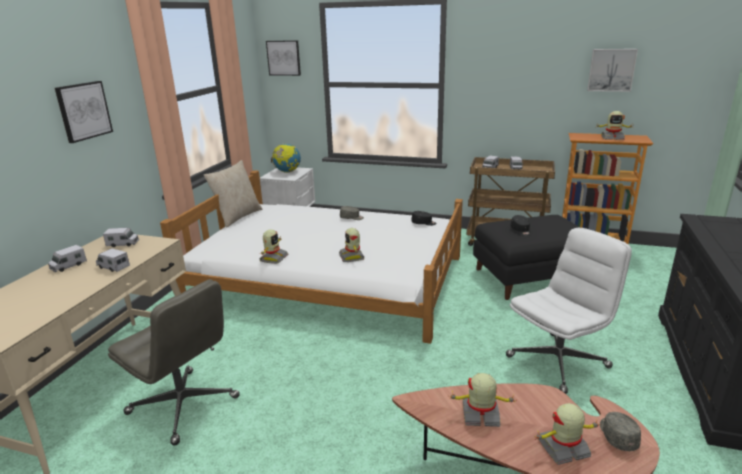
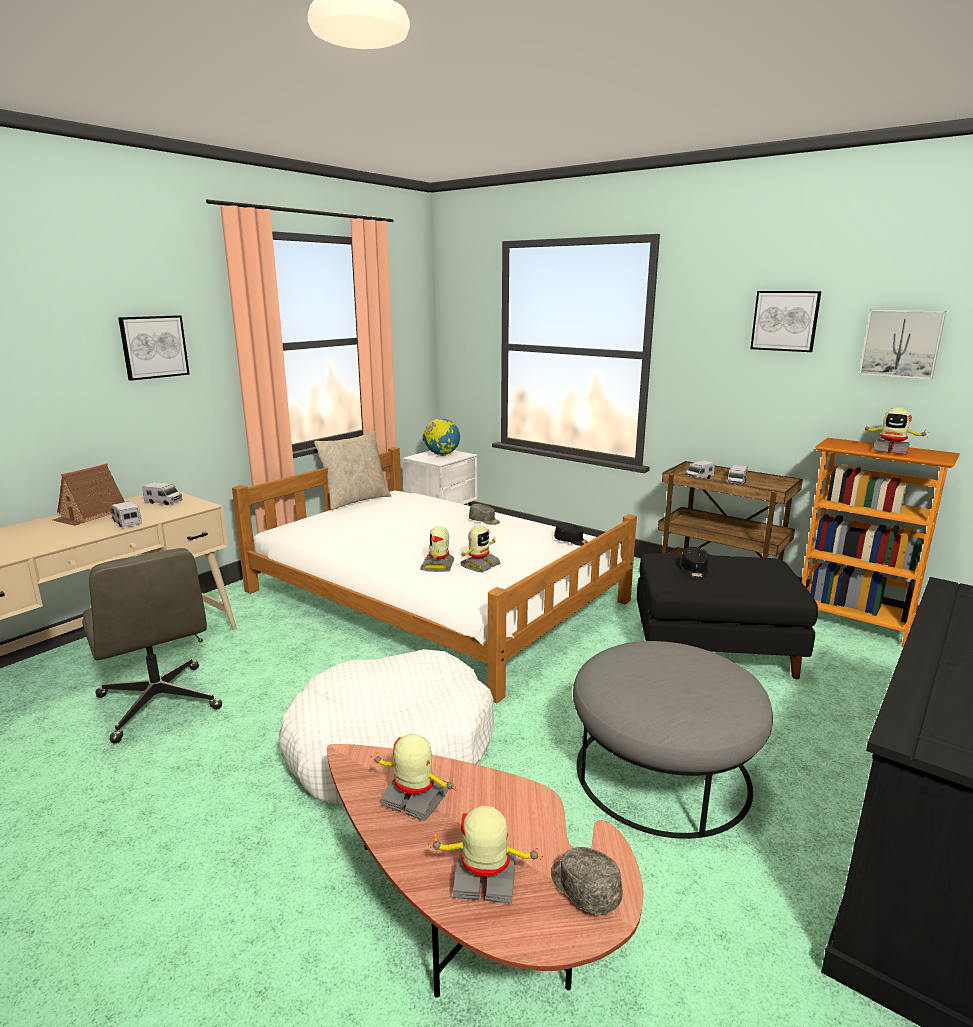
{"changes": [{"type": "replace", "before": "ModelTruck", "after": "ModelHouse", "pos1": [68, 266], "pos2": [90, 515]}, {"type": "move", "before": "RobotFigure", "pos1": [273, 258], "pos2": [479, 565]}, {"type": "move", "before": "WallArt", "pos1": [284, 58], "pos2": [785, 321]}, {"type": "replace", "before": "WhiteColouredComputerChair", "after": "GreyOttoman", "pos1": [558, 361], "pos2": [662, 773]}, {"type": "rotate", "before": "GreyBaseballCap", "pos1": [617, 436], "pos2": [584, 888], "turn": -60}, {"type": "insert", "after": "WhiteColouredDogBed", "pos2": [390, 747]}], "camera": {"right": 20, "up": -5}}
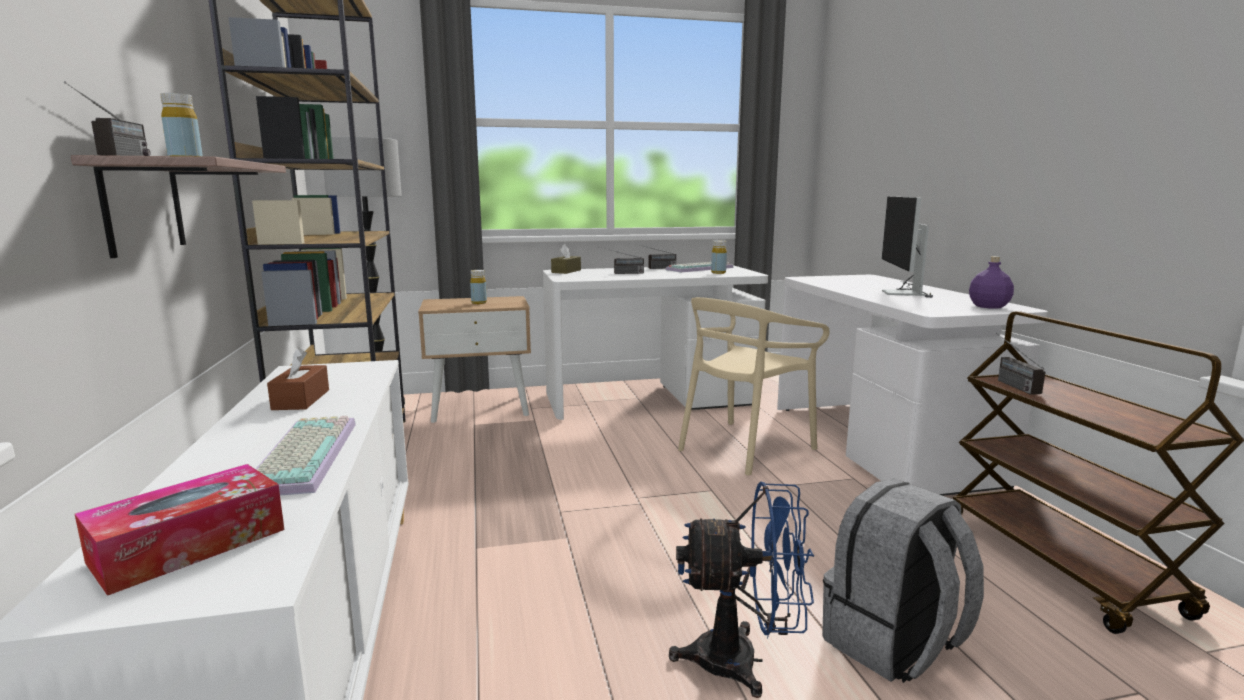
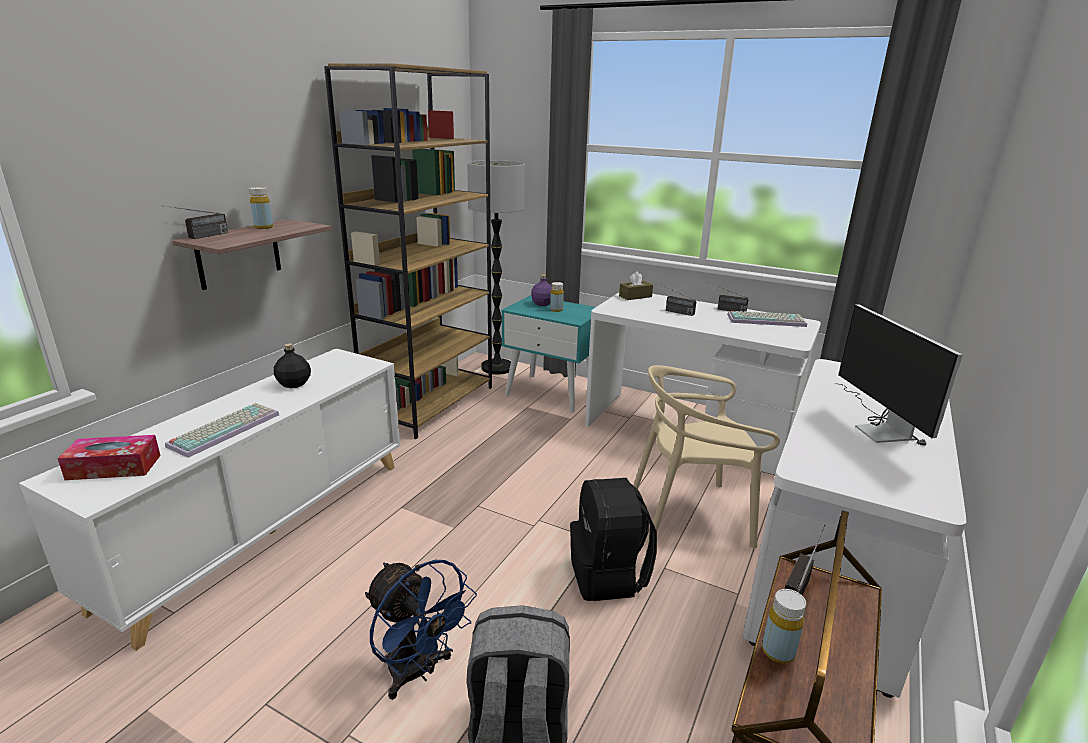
{"changes": [{"type": "replace", "before": "BrownTissueBox", "after": "BlackBeverageBottle", "pos1": [301, 400], "pos2": [294, 384]}, {"type": "recolor", "before": "BeigeColouredNightTable", "after": "TurquoiseColouredNightTable", "pos1": [480, 407], "pos2": [551, 393]}, {"type": "move", "before": "YellowColouredBeverageBottle", "pos1": [718, 273], "pos2": [778, 652]}, {"type": "rotate", "before": "Monitor", "pos1": [903, 292], "pos2": [878, 426], "turn": -60}, {"type": "move", "before": "PurpleColouredBeverageBottle", "pos1": [989, 306], "pos2": [542, 304]}, {"type": "insert", "after": "BlackKnapsack", "pos2": [609, 576]}], "camera": {"right": 40, "up": 10}}
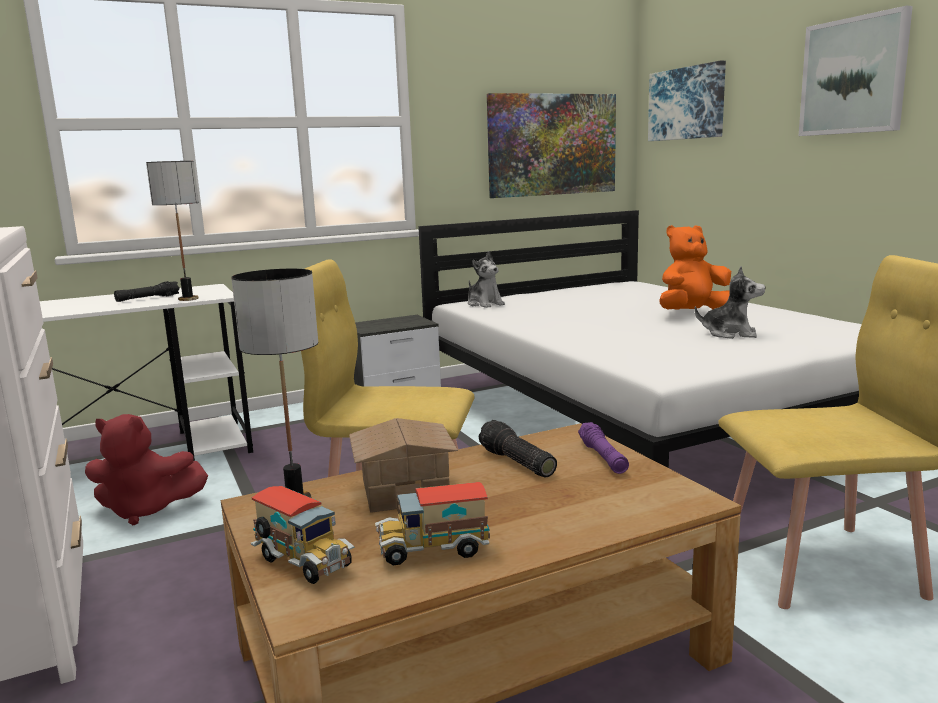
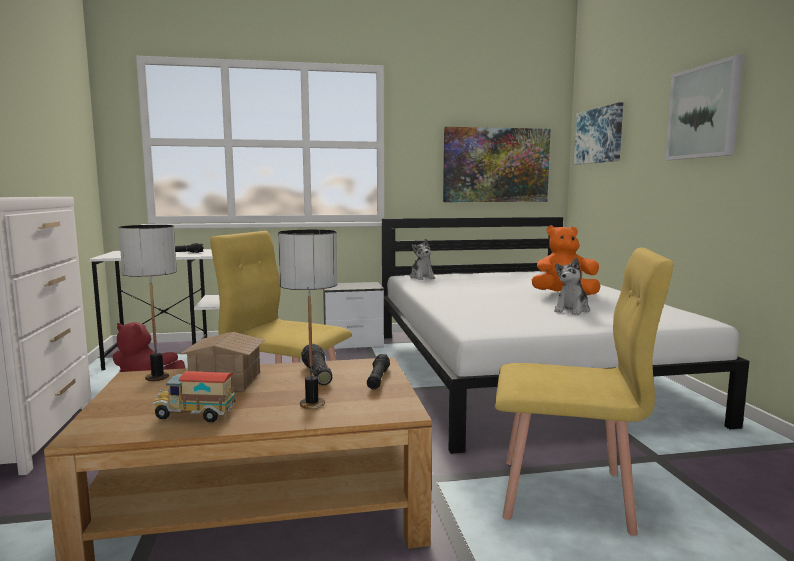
{"changes": [{"type": "move", "before": "TabletopLamp", "pos1": [188, 299], "pos2": [312, 404]}, {"type": "delete", "before": "ModelTruck", "pos1": [302, 563]}, {"type": "recolor", "before": "PurpleColouredTorch", "after": "BlackTorch", "pos1": [603, 457], "pos2": [378, 379]}, {"type": "rotate", "before": "SoftToy", "pos1": [730, 334], "pos2": [572, 310], "turn": 90}], "camera": {"right": 15, "up": -5}}
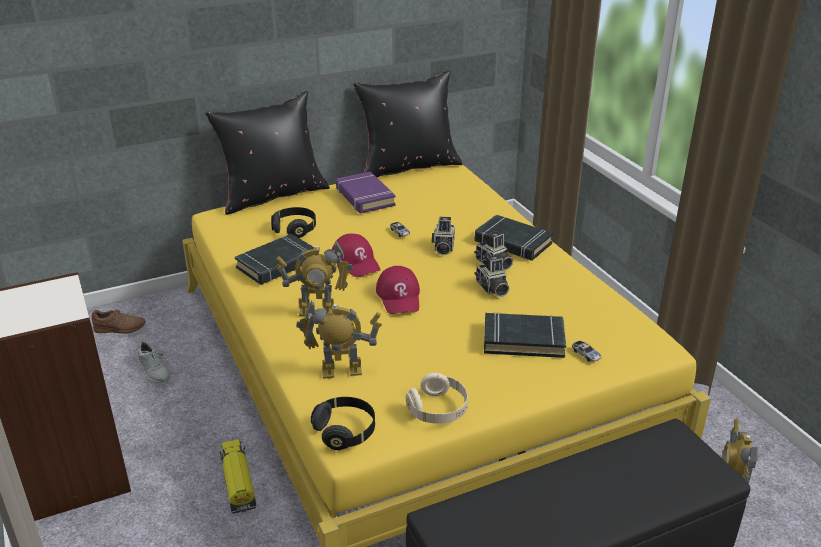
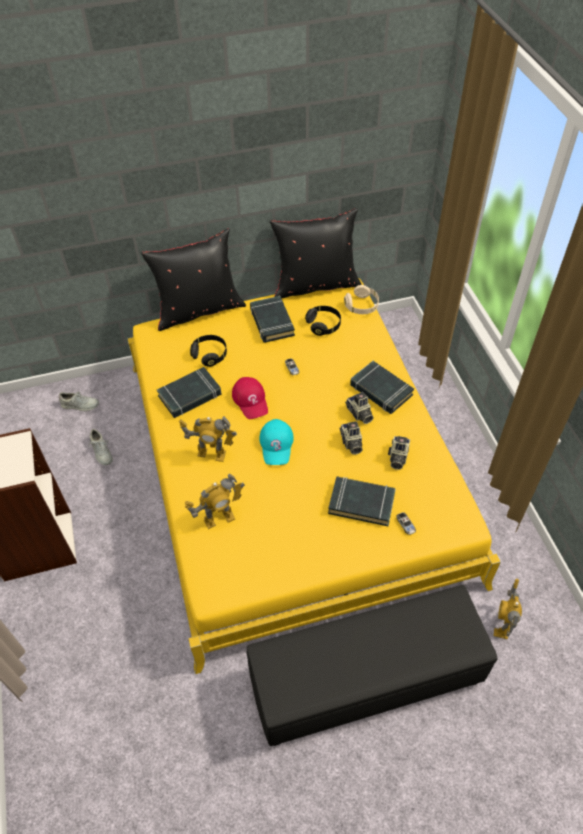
{"changes": [{"type": "recolor", "before": "BrownShoe", "after": "GreyShoe", "pos1": [120, 328], "pos2": [80, 405]}, {"type": "delete", "before": "ModelTruck", "pos1": [238, 482]}, {"type": "rotate", "before": "RobotFigure", "pos1": [341, 371], "pos2": [219, 519], "turn": 150}, {"type": "move", "before": "BlackHeadphones", "pos1": [345, 431], "pos2": [323, 325]}, {"type": "recolor", "before": "PurpleColouredBook", "after": "BlackBook", "pos1": [364, 197], "pos2": [271, 322]}, {"type": "recolor", "before": "RedColouredBaseballCap", "after": "TurquoiseColouredBaseballCap", "pos1": [399, 296], "pos2": [276, 444]}, {"type": "move", "before": "BeigeColouredHeadphones", "pos1": [438, 410], "pos2": [361, 306]}, {"type": "move", "before": "StillCamera", "pos1": [443, 247], "pos2": [397, 457]}], "camera": {"right": 10, "up": 20}}
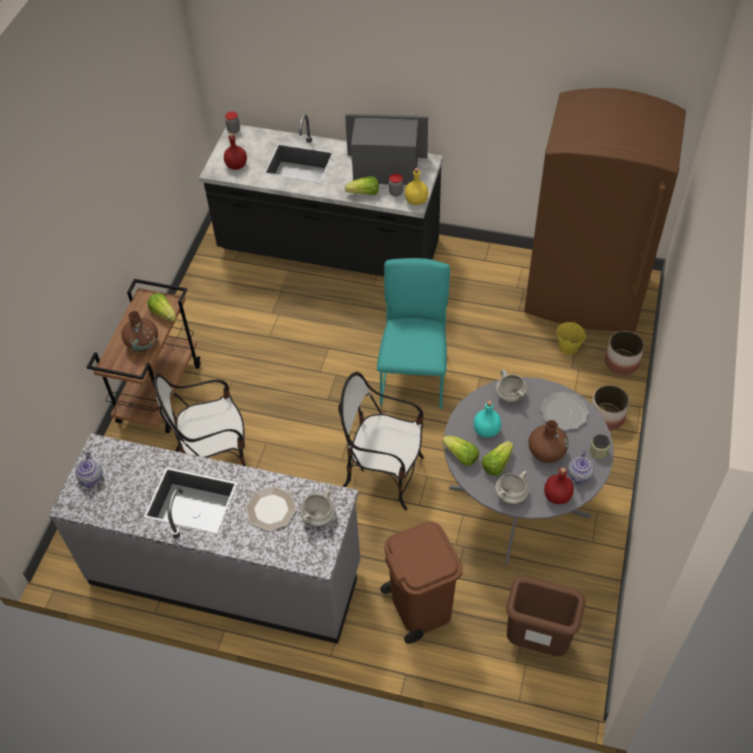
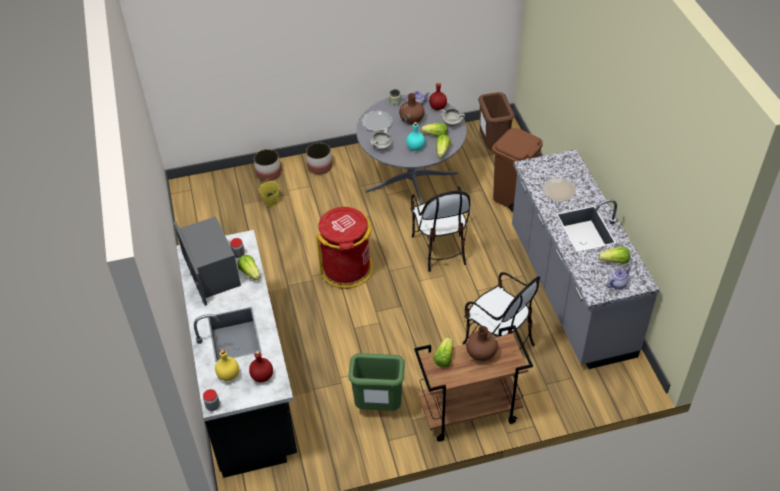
{"changes": [{"type": "delete", "before": "WhiteColouredCookingPot", "pos1": [318, 517]}, {"type": "replace", "before": "TurquoiseColouredChair", "after": "RedColouredWasteBin", "pos1": [414, 375], "pos2": [347, 268]}, {"type": "move", "before": "YellowColouredBeverageBottle", "pos1": [416, 201], "pos2": [228, 375]}, {"type": "delete", "before": "BrownFridge", "pos1": [585, 294]}, {"type": "insert", "after": "GreenColouredWasteBin", "pos2": [378, 407]}, {"type": "insert", "after": "Lettuce", "pos2": [615, 261]}], "camera": {"right": -120, "up": -5}}
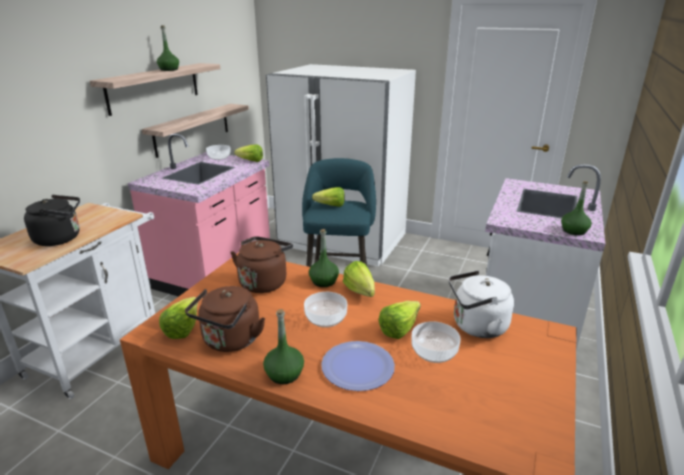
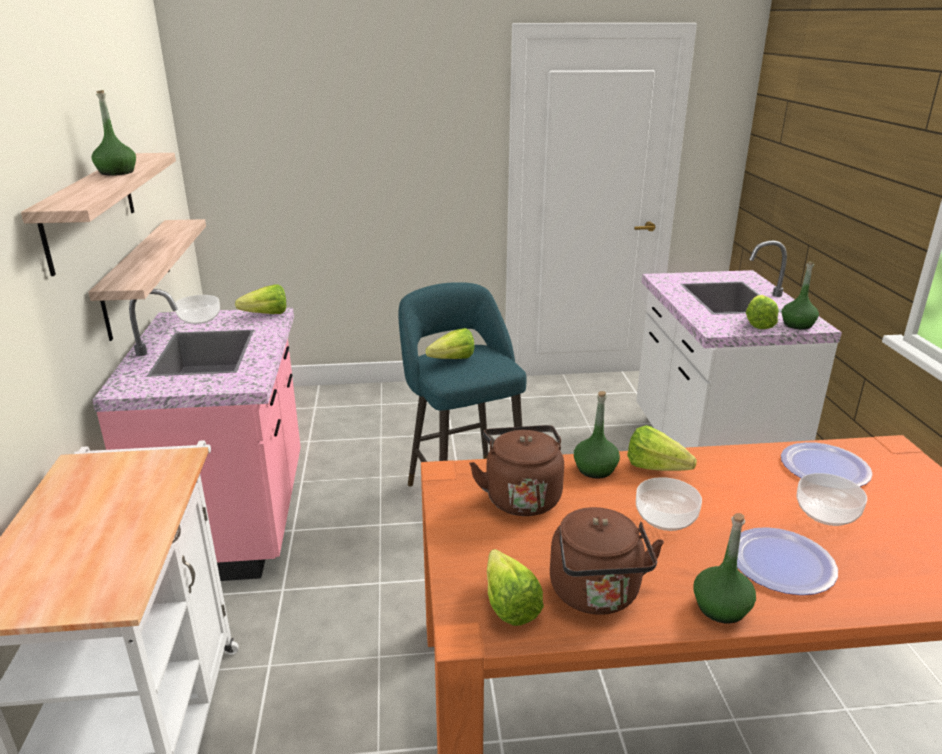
{"changes": [{"type": "delete", "before": "BlackWaterKettle", "pos1": [61, 238]}, {"type": "delete", "before": "WhiteColouredFridge", "pos1": [343, 240]}, {"type": "move", "before": "Lettuce", "pos1": [402, 328], "pos2": [759, 322]}, {"type": "replace", "before": "WhiteColouredWaterKettle", "after": "FlatDish", "pos1": [476, 326], "pos2": [824, 467]}], "camera": {"right": -30, "up": 0}}
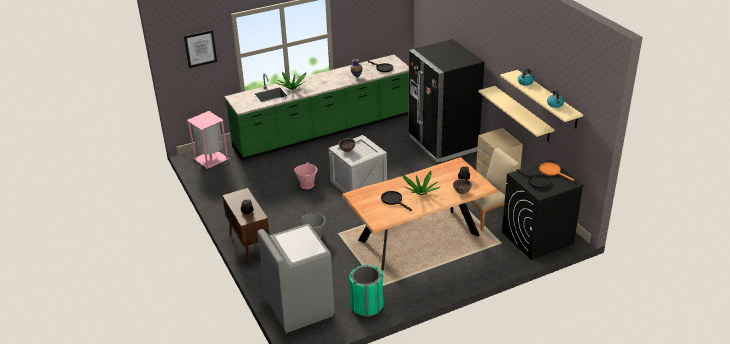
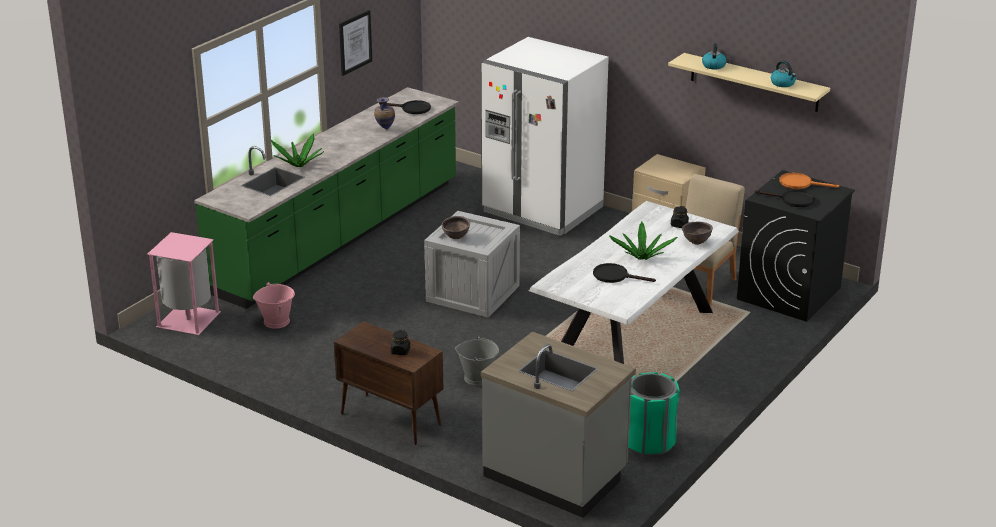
{"changes": [{"type": "move", "before": "WallArt", "pos1": [200, 48], "pos2": [355, 42]}, {"type": "replace", "before": "GreyWashingMachine", "after": "GreyKitchenCounter", "pos1": [299, 308], "pos2": [556, 474]}, {"type": "move", "before": "PinkColouredWaterBucket", "pos1": [307, 184], "pos2": [276, 321]}, {"type": "recolor", "before": "BrownDiningTable", "after": "WhiteColouredDiningTable", "pos1": [419, 238], "pos2": [633, 338]}, {"type": "recolor", "before": "BlackFridge", "after": "WhiteColouredFridge", "pos1": [443, 144], "pos2": [542, 210]}, {"type": "delete", "before": "BeigeColouredWallShelf", "pos1": [522, 114]}], "camera": {"right": -30, "up": -5}}
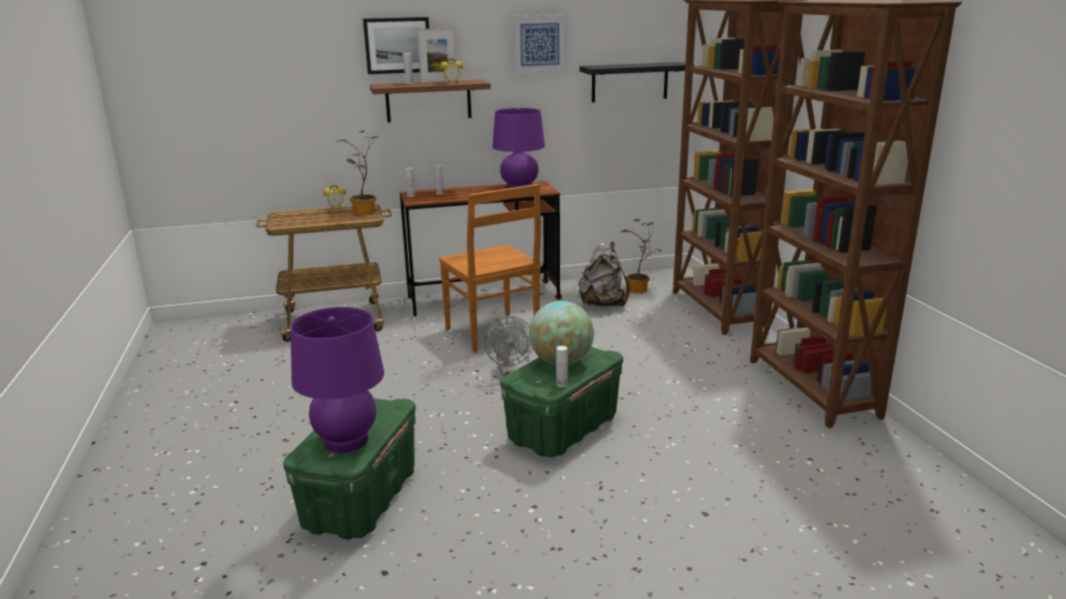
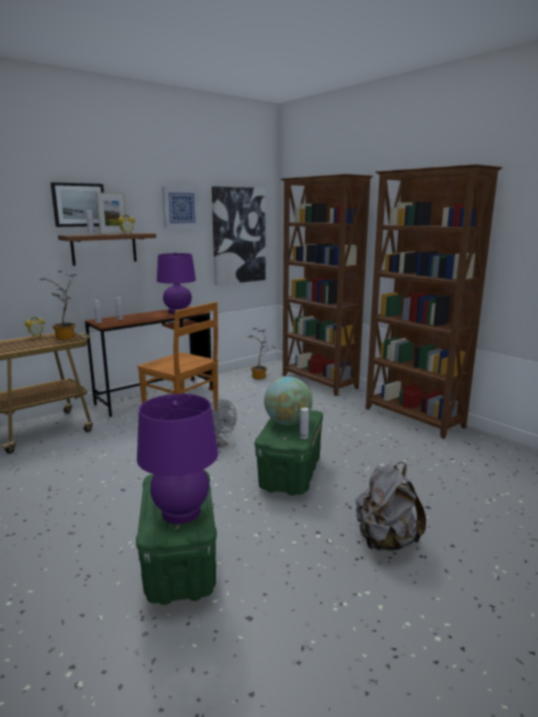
{"changes": [{"type": "move", "before": "GreyKnapsack", "pos1": [603, 304], "pos2": [385, 541]}, {"type": "replace", "before": "BlackWallShelf", "after": "WallArt", "pos1": [629, 82], "pos2": [238, 235]}], "camera": {"right": -25, "up": -5}}
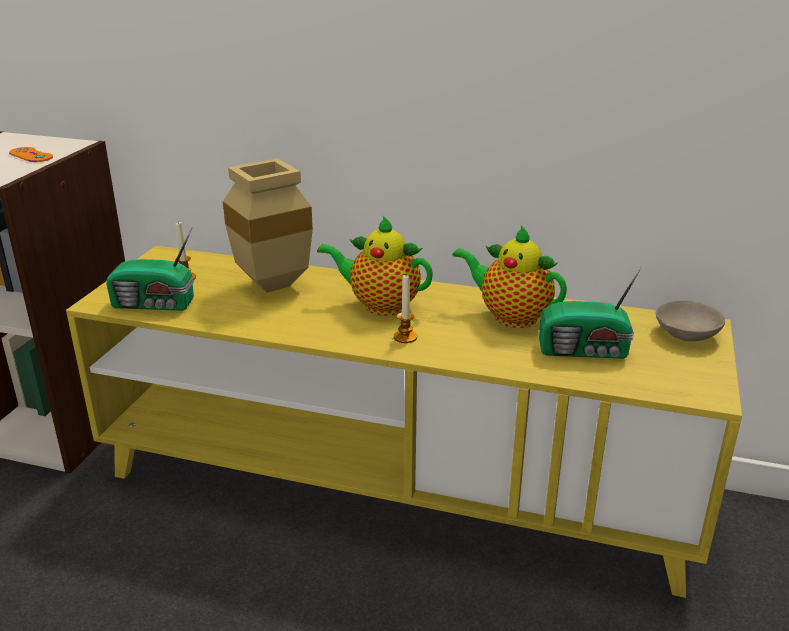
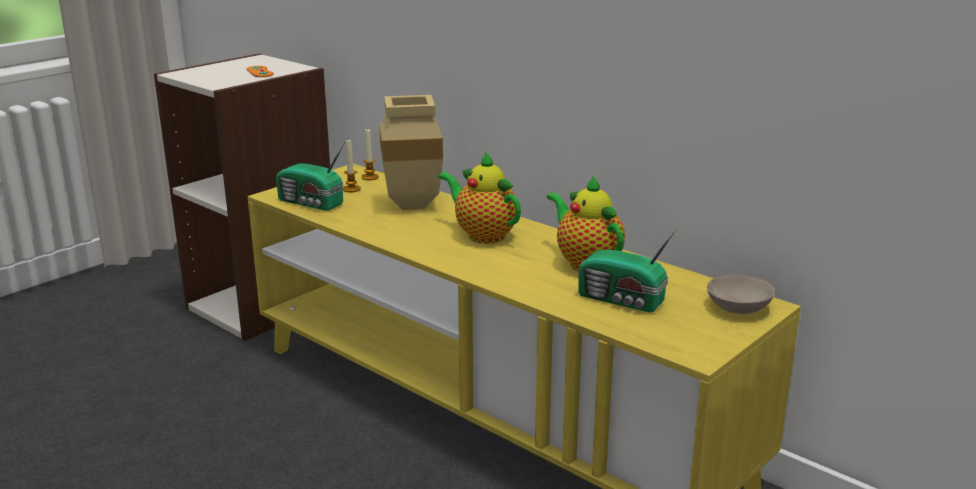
{"changes": [{"type": "move", "before": "WaxCandle", "pos1": [405, 337], "pos2": [370, 177]}], "camera": {"right": 25, "up": -5}}
